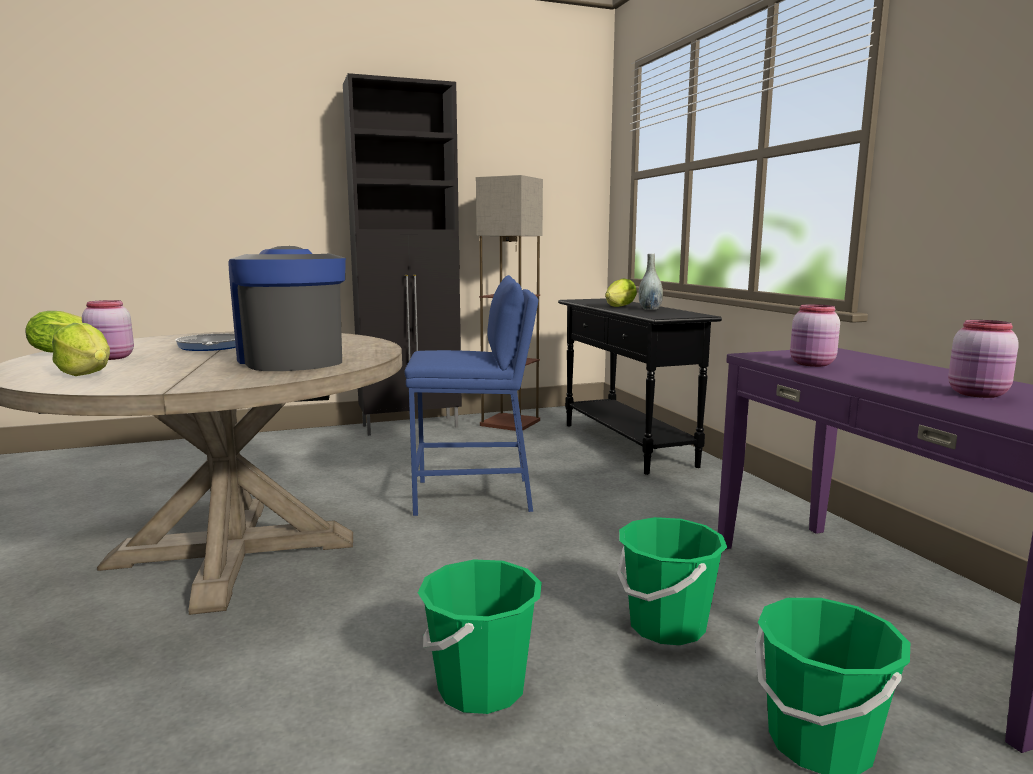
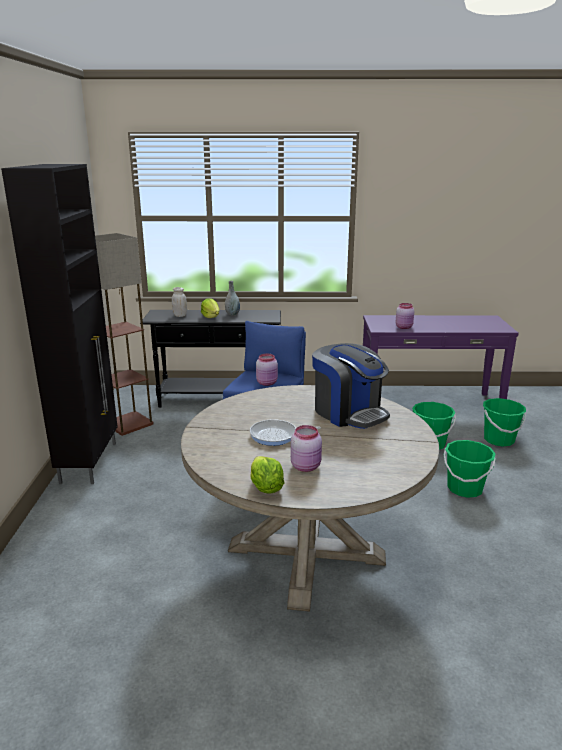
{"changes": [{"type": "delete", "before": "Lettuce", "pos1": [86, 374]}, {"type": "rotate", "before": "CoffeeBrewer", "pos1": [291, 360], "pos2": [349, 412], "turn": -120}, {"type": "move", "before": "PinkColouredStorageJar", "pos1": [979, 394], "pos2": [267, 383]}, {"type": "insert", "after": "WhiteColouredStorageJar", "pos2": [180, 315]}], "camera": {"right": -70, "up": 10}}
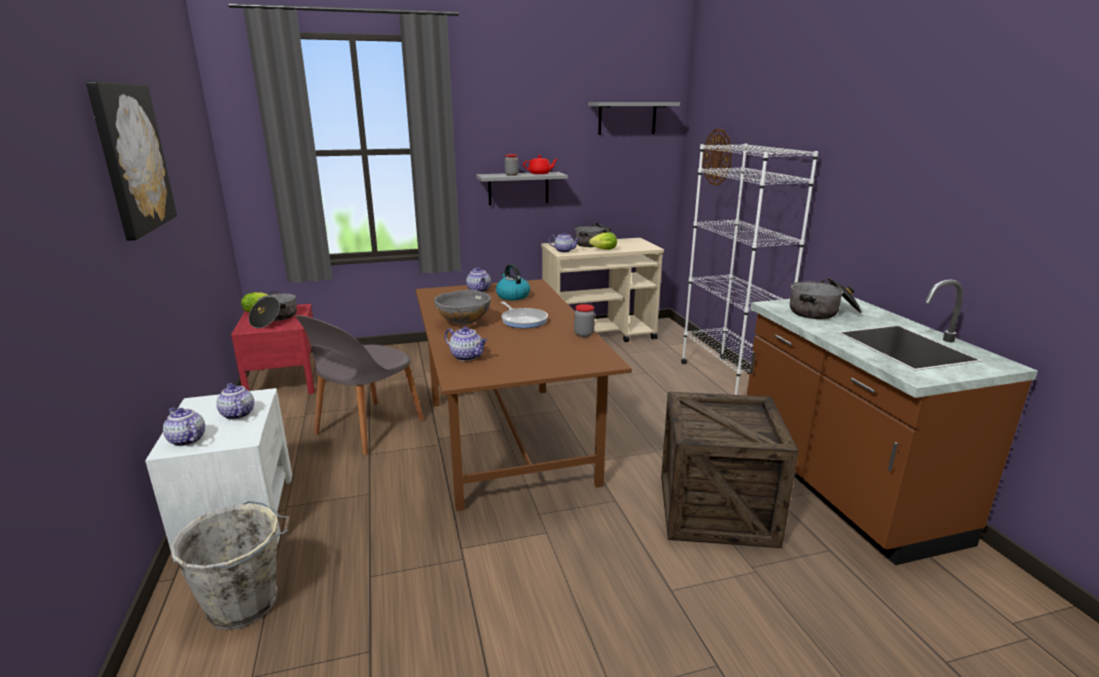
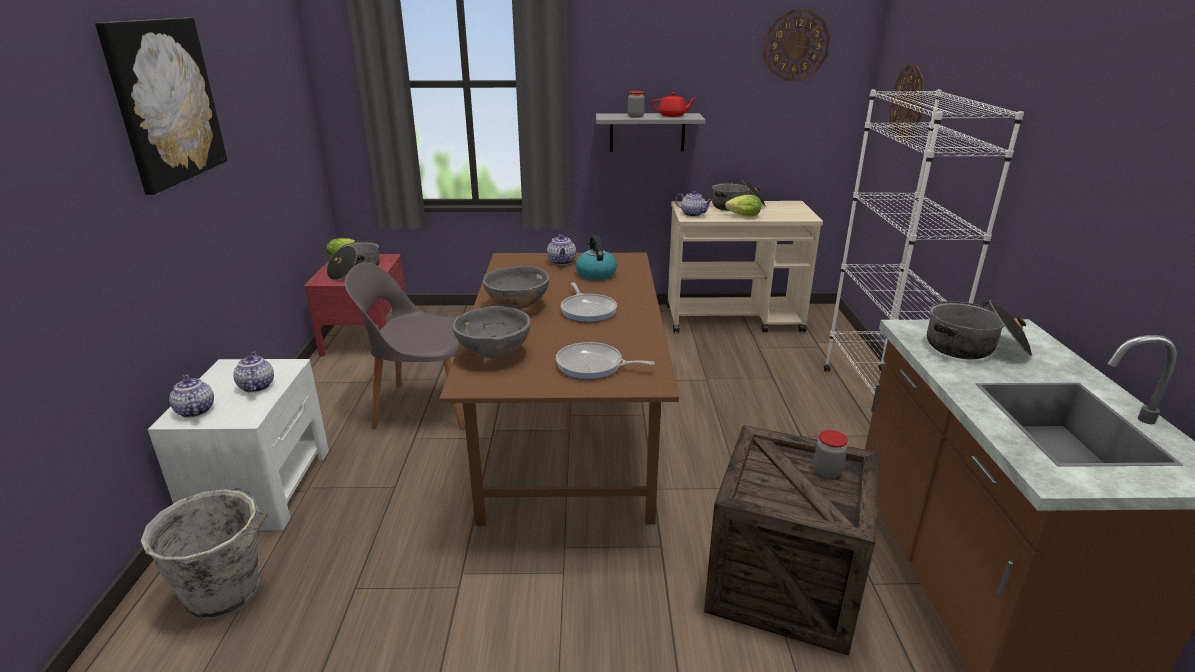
{"changes": [{"type": "rotate", "before": "GreyChair", "pos1": [367, 428], "pos2": [424, 406], "turn": 45}, {"type": "replace", "before": "Teapot", "after": "GreyServingBowl", "pos1": [467, 357], "pos2": [494, 354]}, {"type": "move", "before": "StorageJar", "pos1": [584, 334], "pos2": [827, 471]}, {"type": "replace", "before": "GreyWallShelf", "after": "WallClock", "pos1": [627, 118], "pos2": [796, 45]}, {"type": "insert", "after": "Pan", "pos2": [593, 366]}], "camera": {"right": 15, "up": 5}}
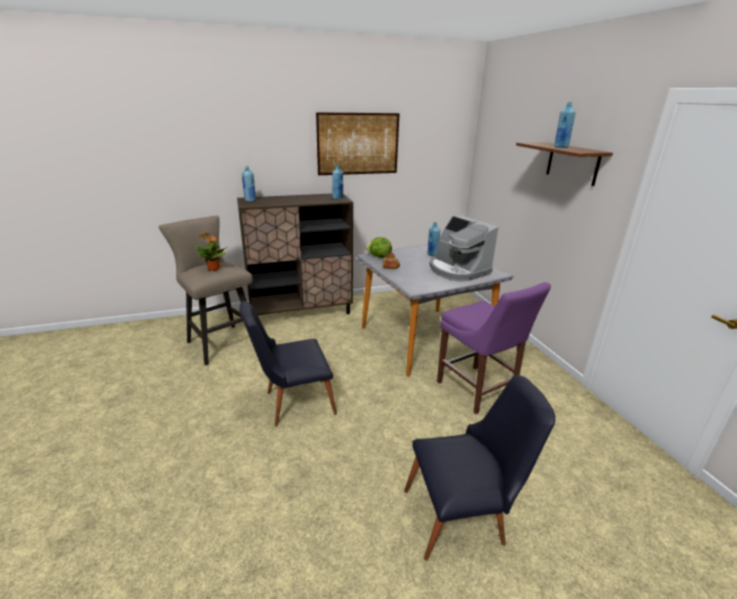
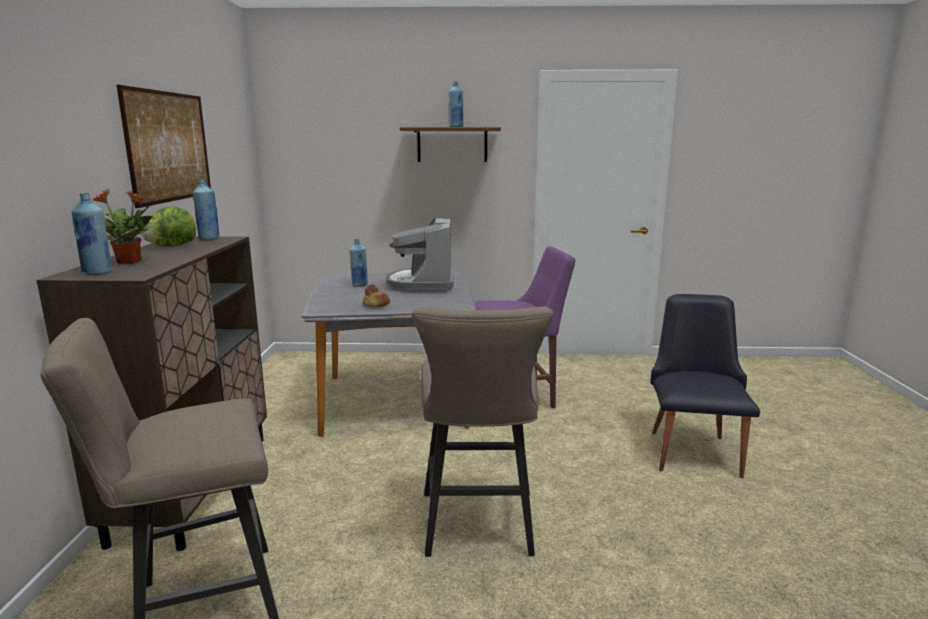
{"changes": [{"type": "move", "before": "Houseplant", "pos1": [214, 269], "pos2": [130, 262]}, {"type": "replace", "before": "BlackChair", "after": "BeigeColouredStoolSeat", "pos1": [292, 403], "pos2": [478, 529]}, {"type": "move", "before": "Lettuce", "pos1": [379, 257], "pos2": [171, 246]}, {"type": "rotate", "before": "CoffeeBrewer", "pos1": [457, 270], "pos2": [423, 284], "turn": 105}], "camera": {"right": -70, "up": -10}}
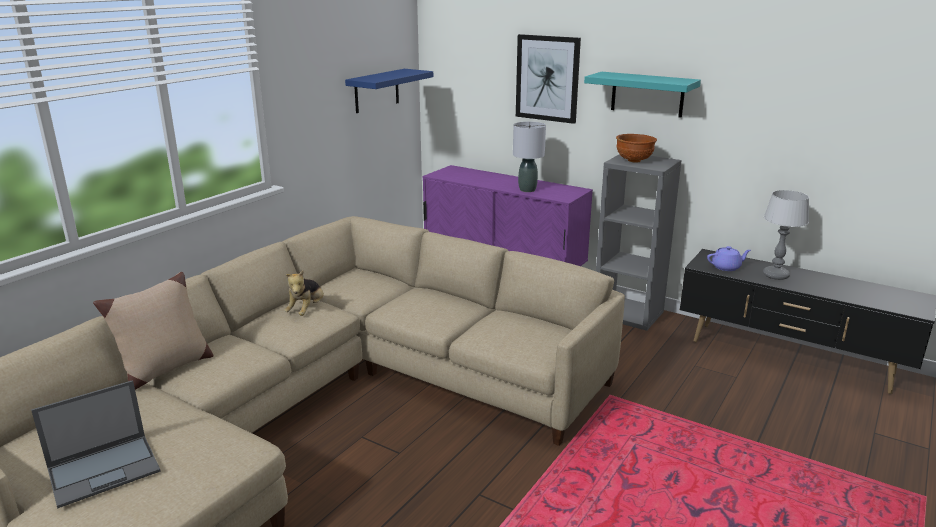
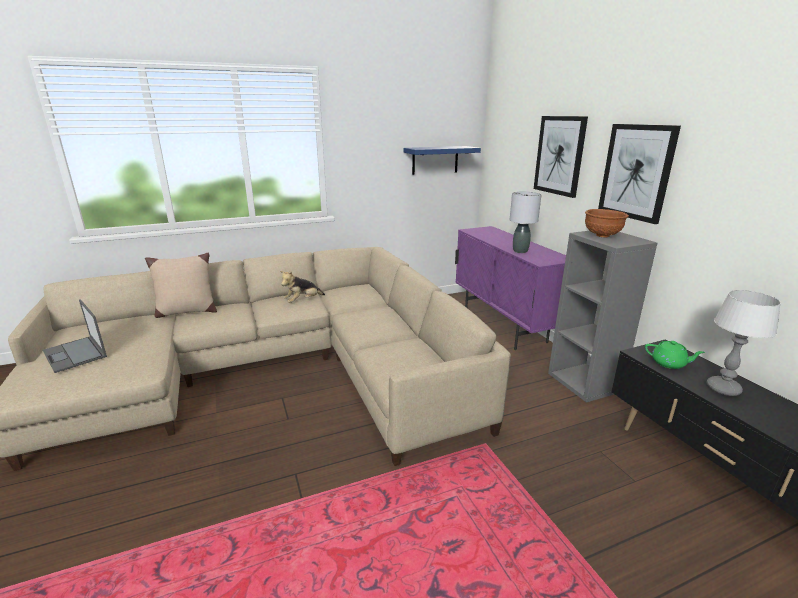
{"changes": [{"type": "rotate", "before": "Laptop", "pos1": [105, 469], "pos2": [75, 354], "turn": 45}, {"type": "replace", "before": "TurquoiseColouredWallShelf", "after": "WallArt", "pos1": [647, 94], "pos2": [636, 172]}, {"type": "recolor", "before": "PurpleColouredTeapot", "after": "GreenColouredTeapot", "pos1": [726, 267], "pos2": [669, 363]}], "camera": {"right": 35, "up": 0}}
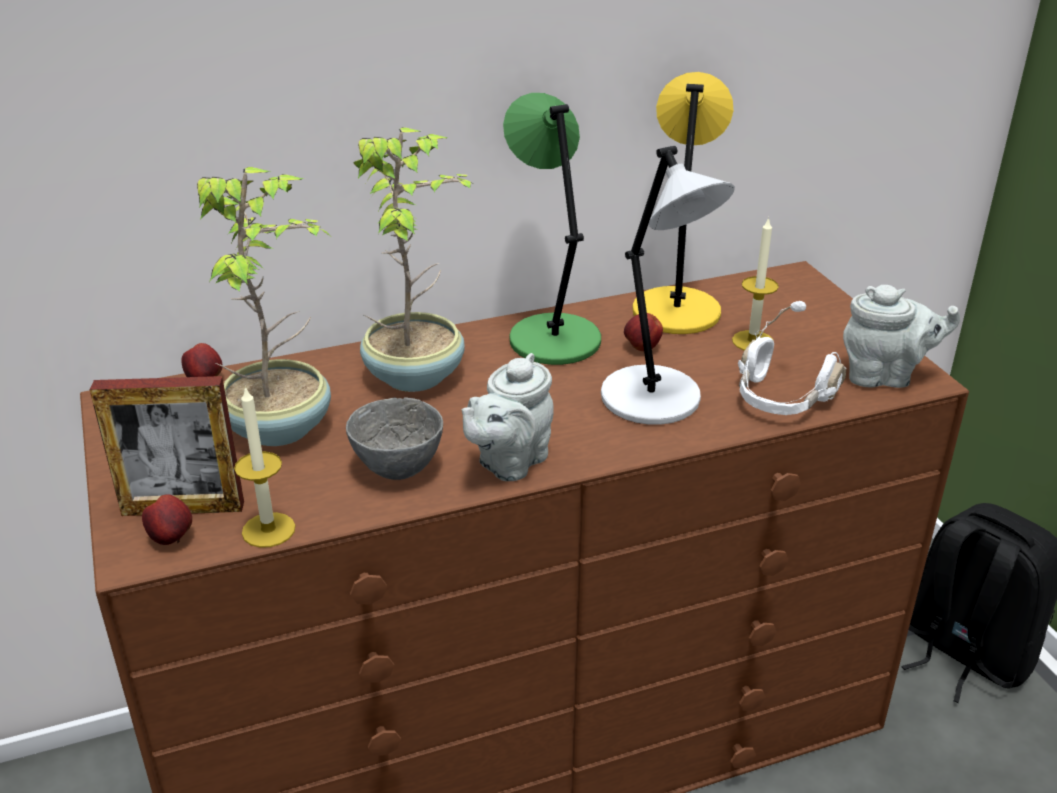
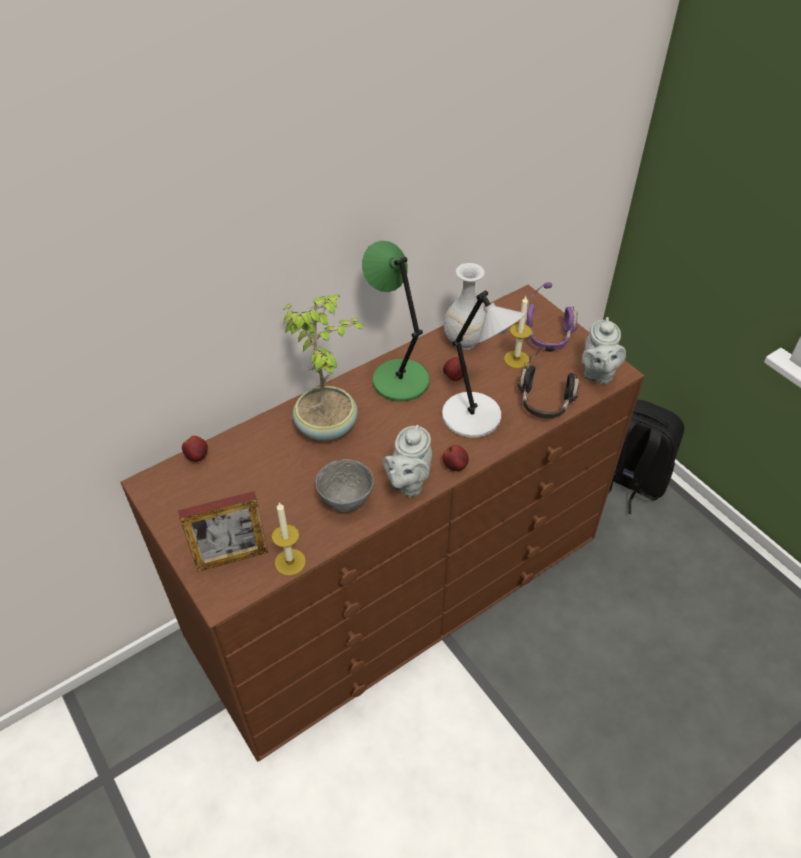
{"changes": [{"type": "move", "before": "WholeApple", "pos1": [172, 538], "pos2": [455, 466]}, {"type": "delete", "before": "Houseplant", "pos1": [281, 427]}, {"type": "replace", "before": "YellowColouredTabletopLamp", "after": "WhiteColouredVase", "pos1": [676, 309], "pos2": [464, 341]}, {"type": "recolor", "before": "WhiteColouredHeadphones", "after": "BlackHeadphones", "pos1": [781, 398], "pos2": [545, 402]}, {"type": "rotate", "before": "GreyTeapot", "pos1": [885, 376], "pos2": [597, 373], "turn": 105}, {"type": "insert", "after": "PurpleColouredHeadphones", "pos2": [547, 336]}], "camera": {"right": -15, "up": 15}}
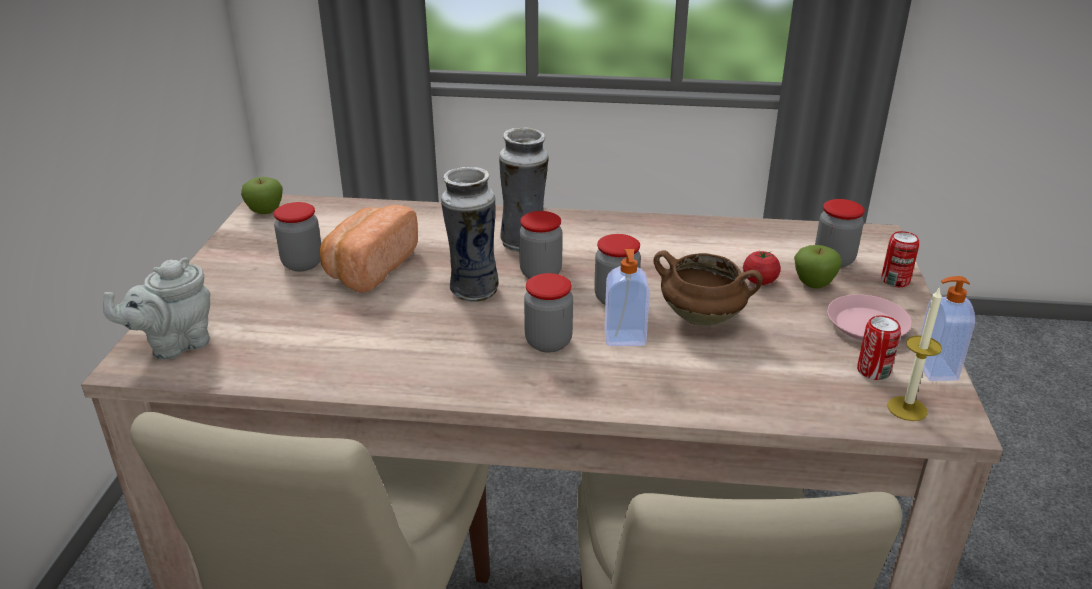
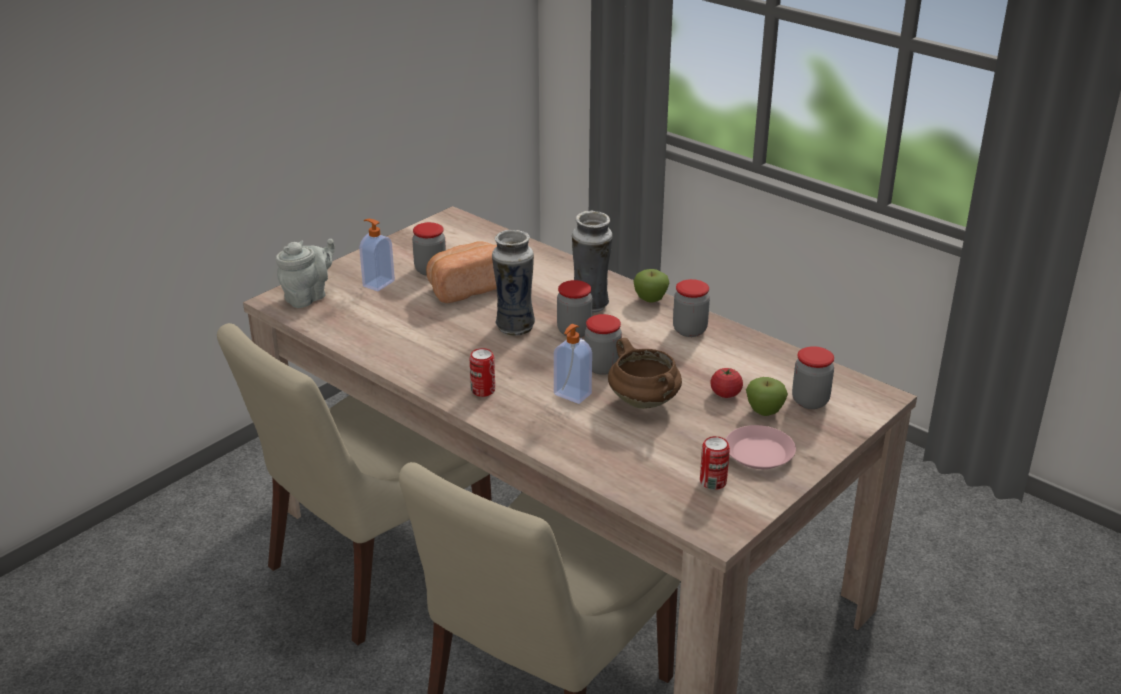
{"changes": [{"type": "rotate", "before": "GreyTeapot", "pos1": [175, 345], "pos2": [308, 297], "turn": 135}, {"type": "move", "before": "WholeApple", "pos1": [265, 211], "pos2": [650, 300]}, {"type": "move", "before": "StorageJar", "pos1": [548, 342], "pos2": [689, 330]}, {"type": "move", "before": "Can", "pos1": [895, 281], "pos2": [483, 390]}, {"type": "delete", "before": "WaxCandle", "pos1": [907, 408]}, {"type": "move", "before": "SoapDispenser", "pos1": [934, 369], "pos2": [378, 283]}], "camera": {"right": 35, "up": 0}}
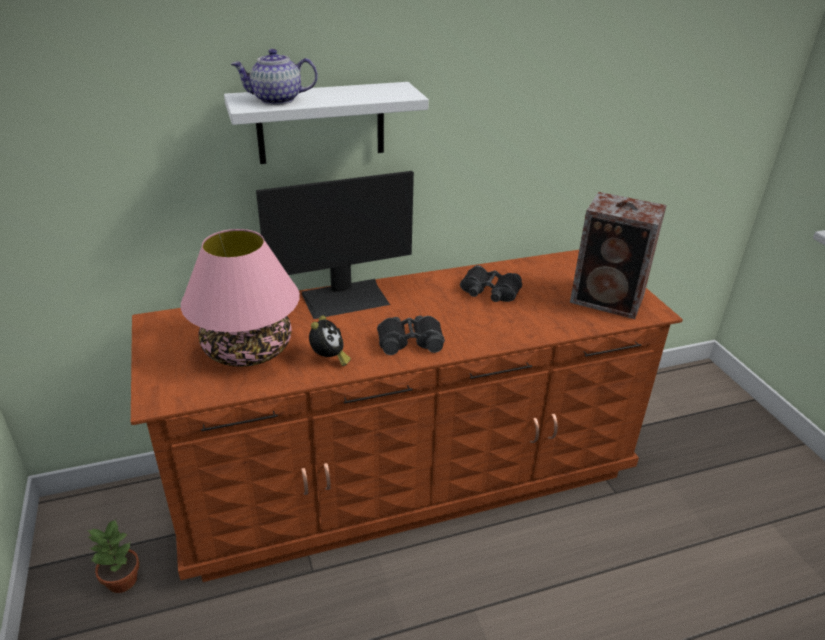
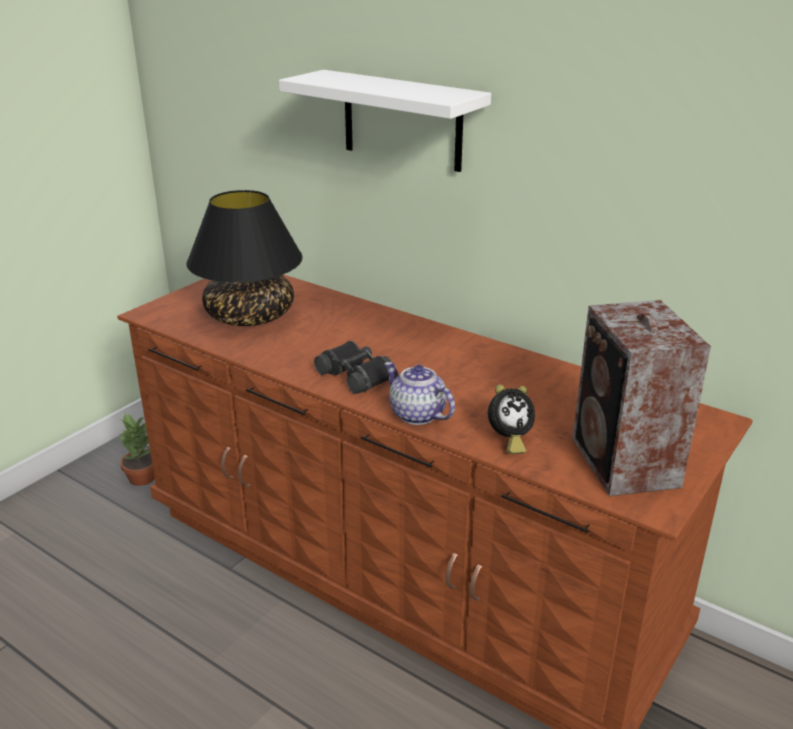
{"changes": [{"type": "recolor", "before": "PinkColouredTabletopLamp", "after": "BlackTabletopLamp", "pos1": [248, 349], "pos2": [251, 316]}, {"type": "move", "before": "Teapot", "pos1": [276, 100], "pos2": [416, 414]}, {"type": "delete", "before": "Monitor", "pos1": [345, 298]}, {"type": "move", "before": "AlarmClock", "pos1": [329, 359], "pos2": [508, 441]}, {"type": "delete", "before": "BlackFieldGlasses", "pos1": [489, 292]}], "camera": {"right": 55, "up": -5}}
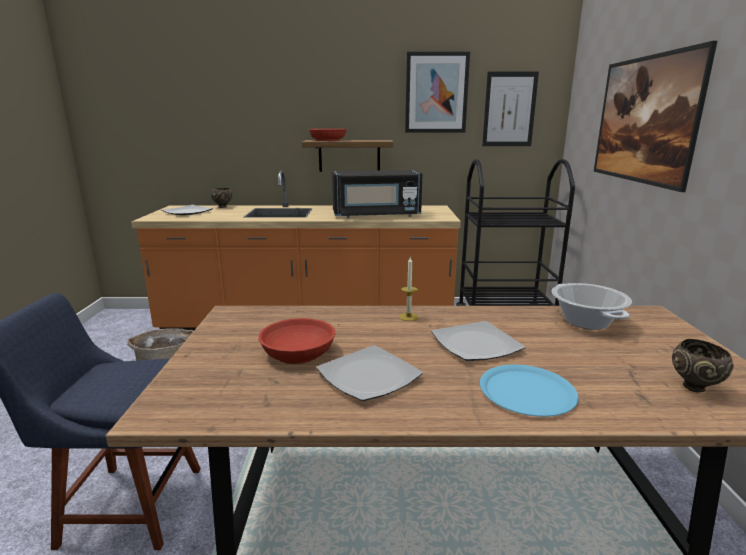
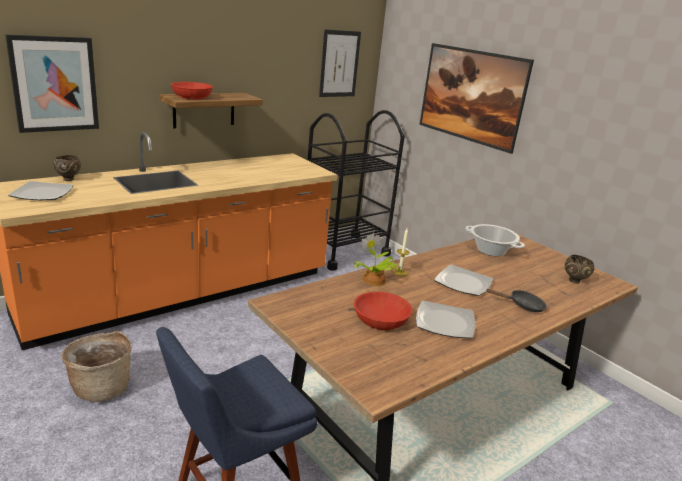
{"changes": [{"type": "delete", "before": "BlackMicrowaveOven", "pos1": [376, 215]}, {"type": "move", "before": "WallArt", "pos1": [436, 93], "pos2": [54, 84]}, {"type": "replace", "before": "BlueFlatDish", "after": "BlackPan", "pos1": [526, 391], "pos2": [522, 305]}, {"type": "insert", "after": "Houseplant", "pos2": [373, 280]}], "camera": {"right": -40, "up": 5}}
